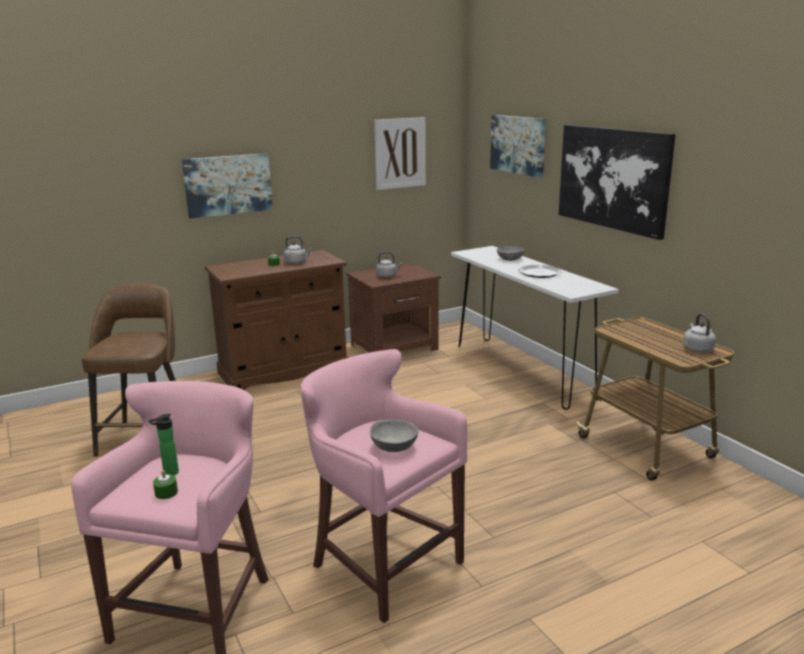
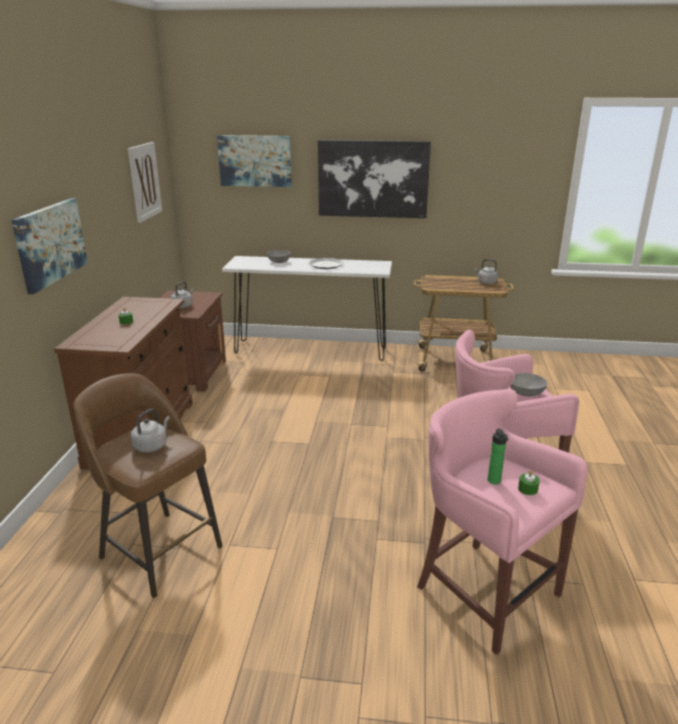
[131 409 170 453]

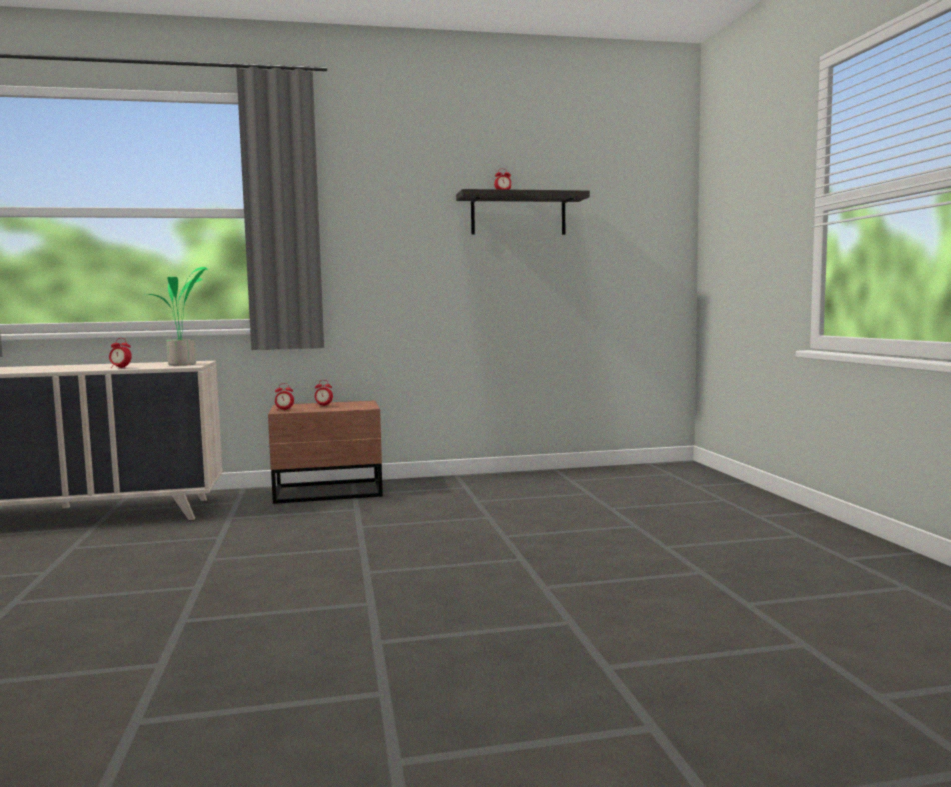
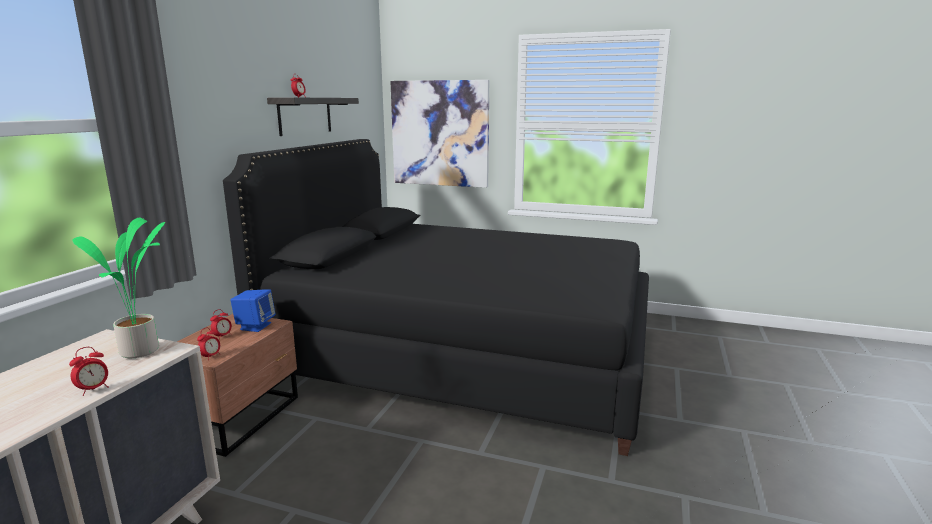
[223 139 649 456]
[230 289 276 332]
[390 80 489 188]

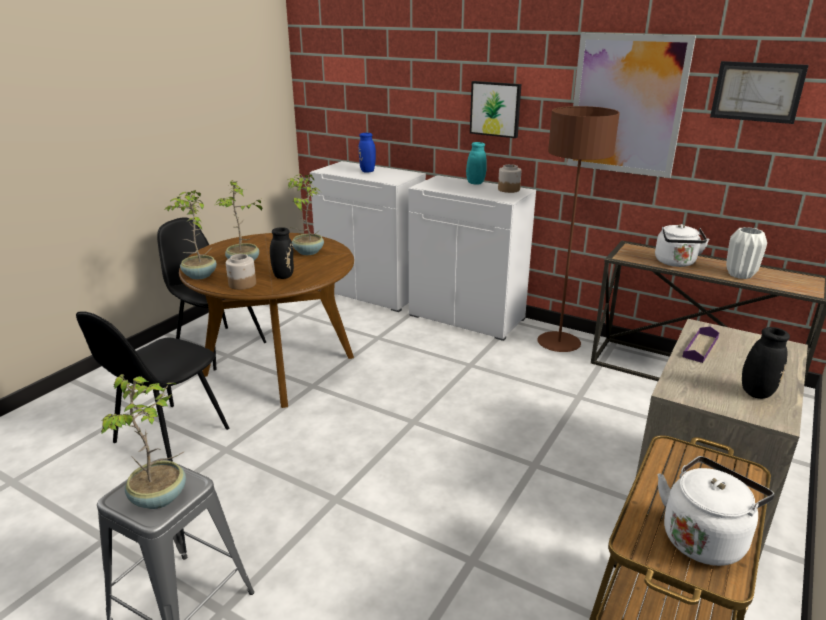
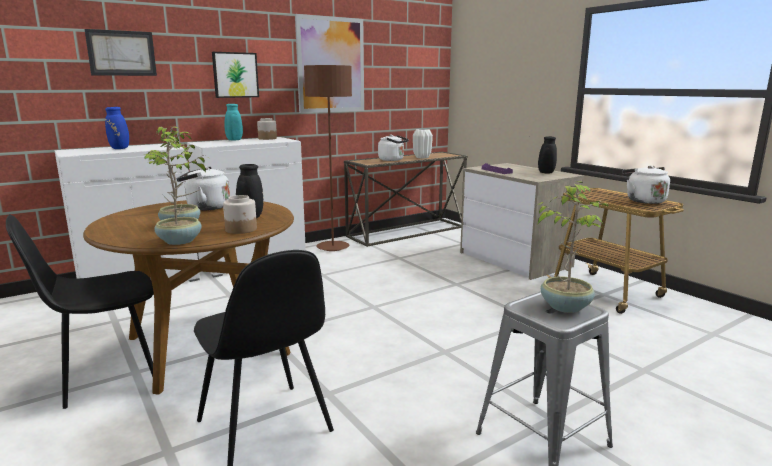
[84 29 157 76]
[176 167 230 210]

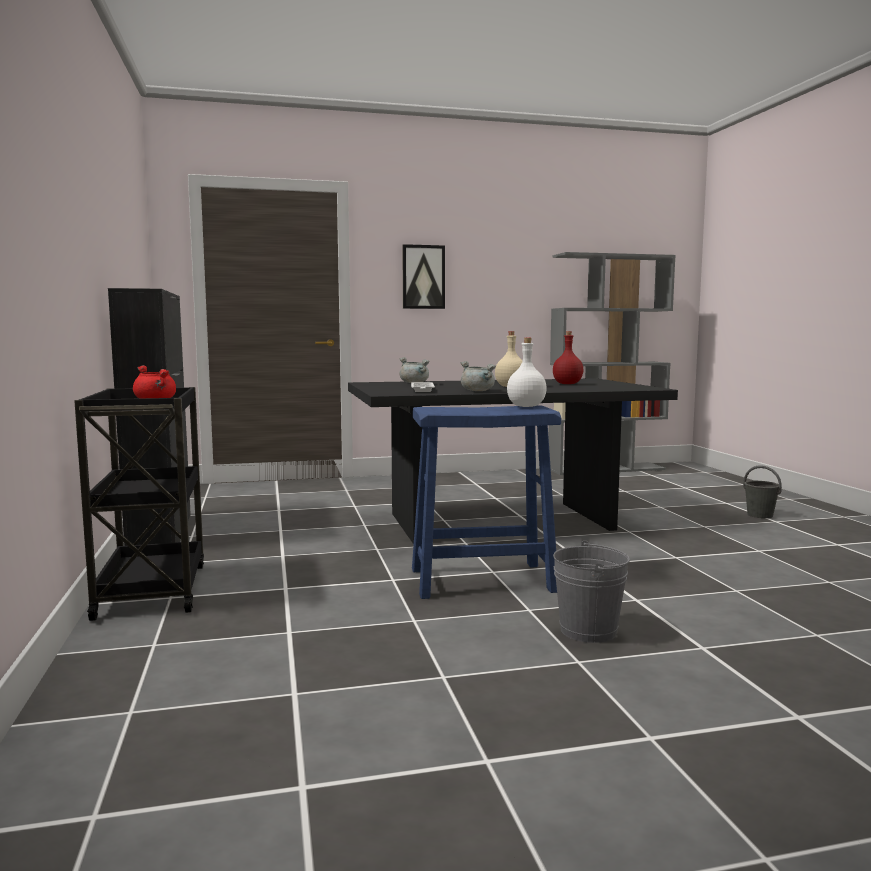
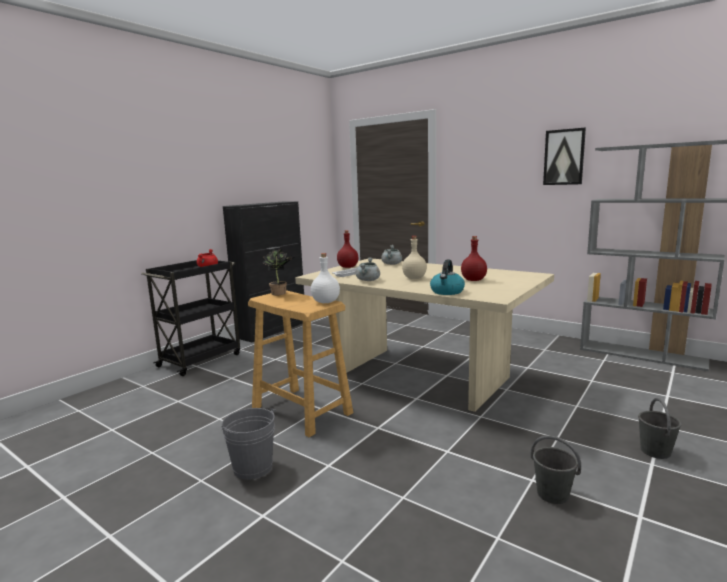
[262 249 295 295]
[337 230 358 268]
[430 260 465 295]
[530 435 581 504]
[543 128 586 185]
[295 259 554 412]
[248 291 353 437]

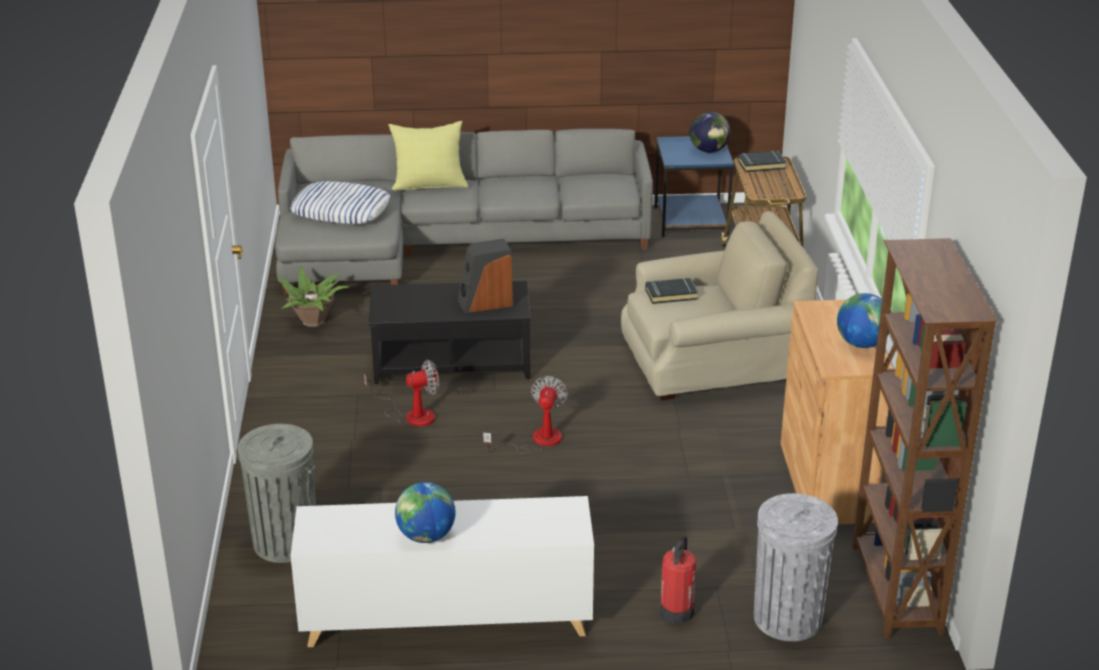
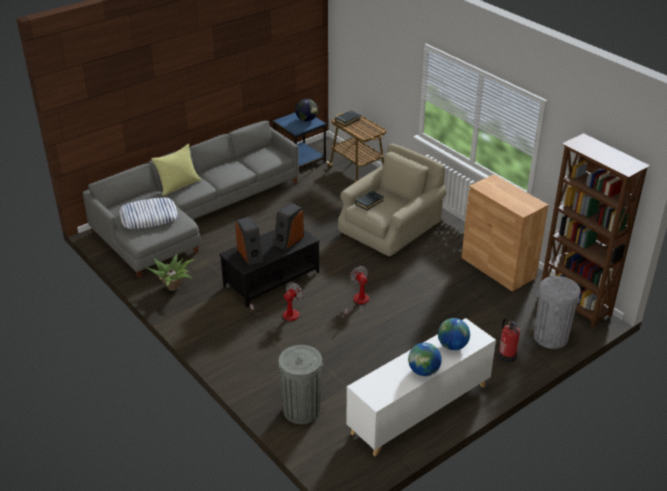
[235 216 263 265]
[438 318 470 350]

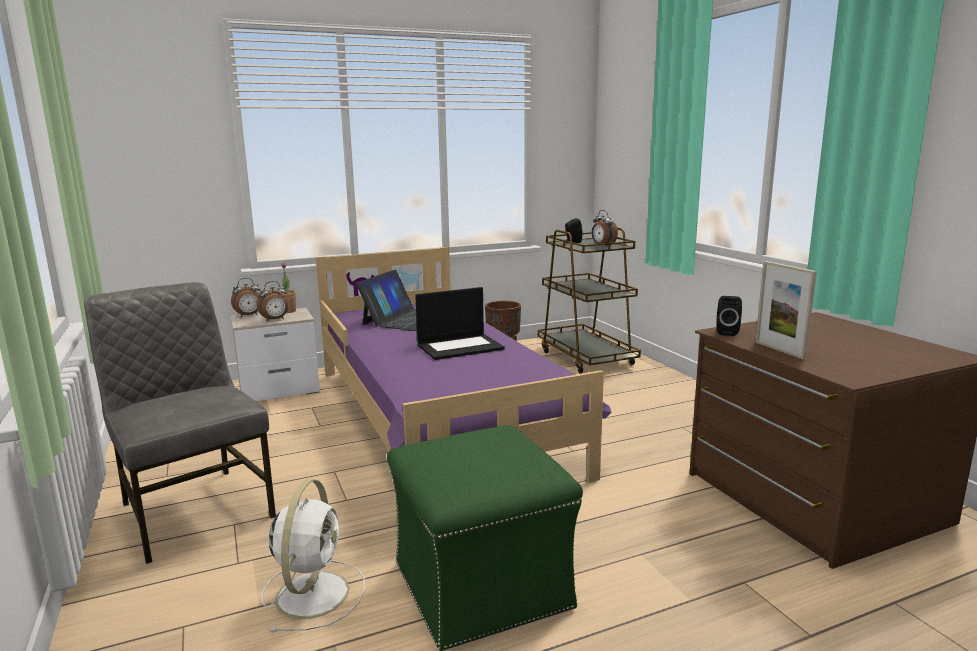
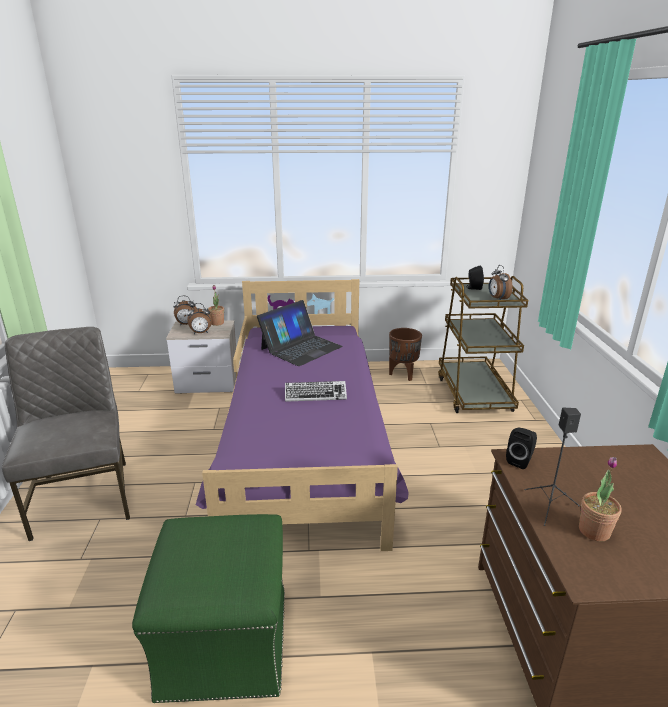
[261 479 365 633] (first image)
[579 457 622 542]
[285 381 347 402]
[524 408 581 526]

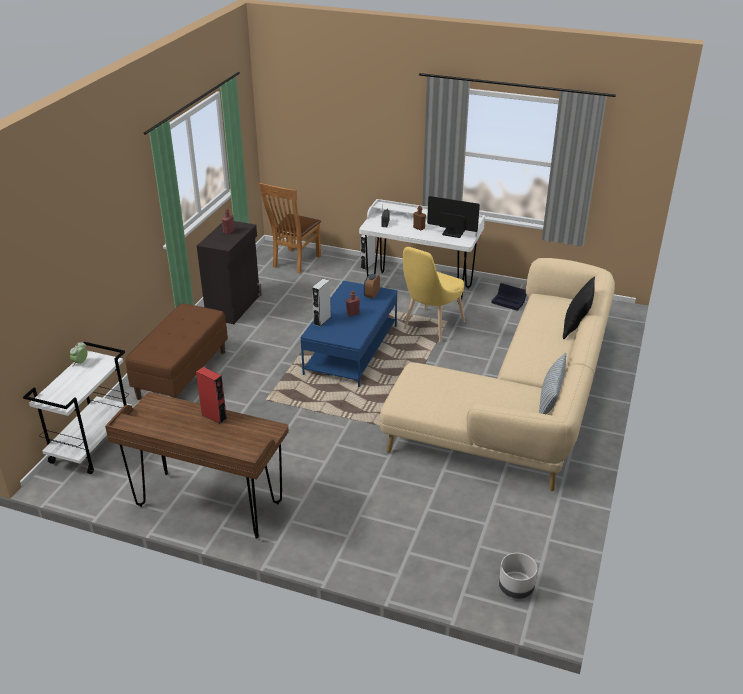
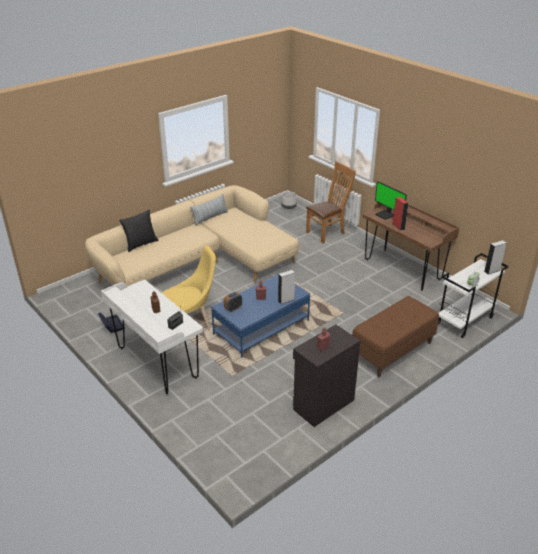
[306 161 356 243]
[484 240 507 275]
[375 181 407 220]

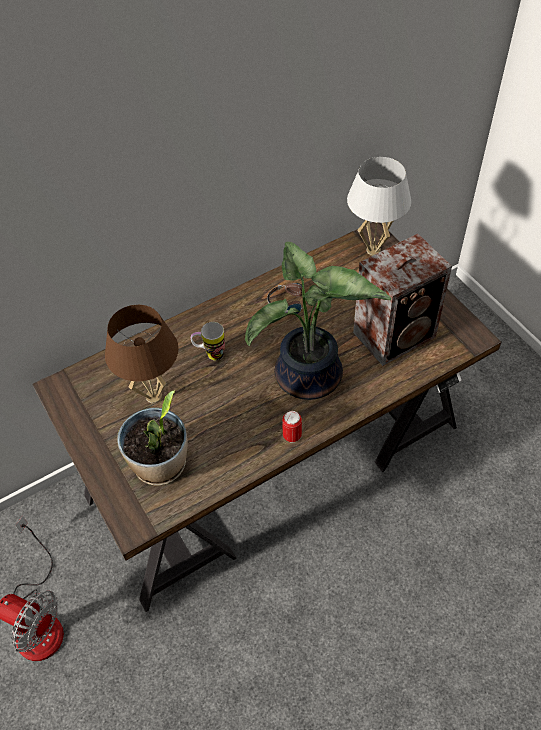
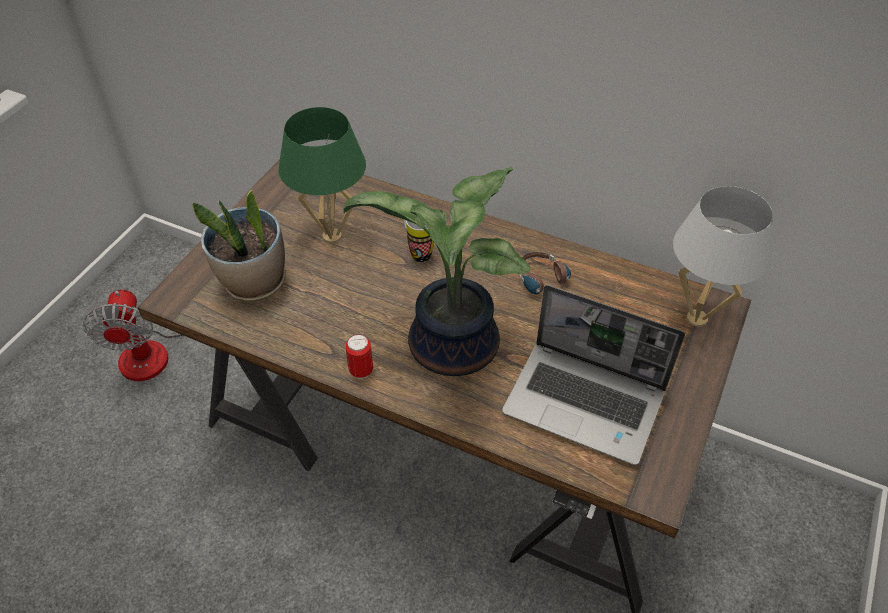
[502 285 685 465]
[279 107 366 243]

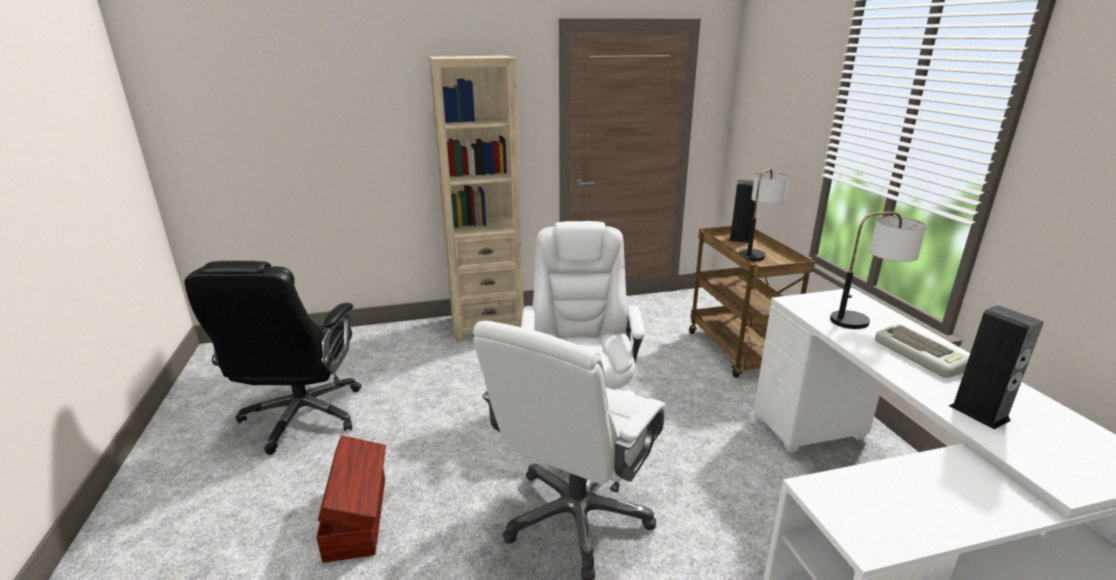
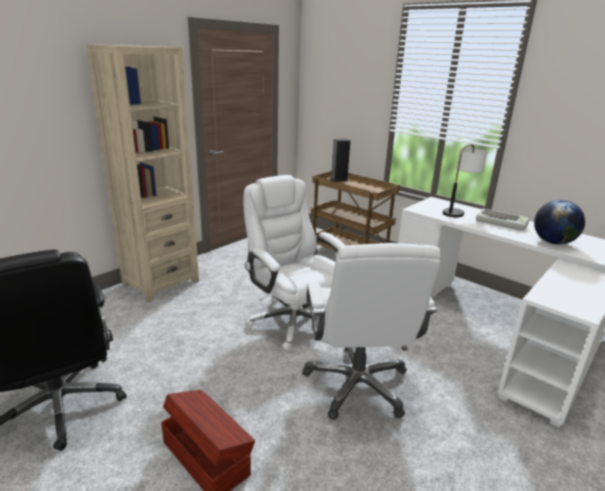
[739 169 789 262] (first image)
[534 200 585 244]

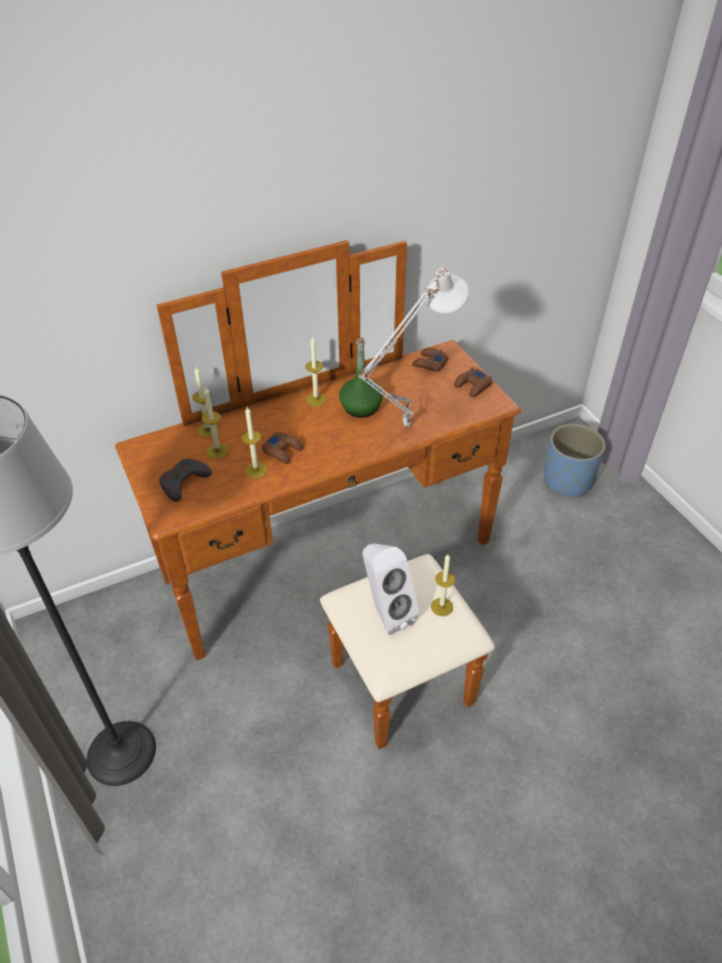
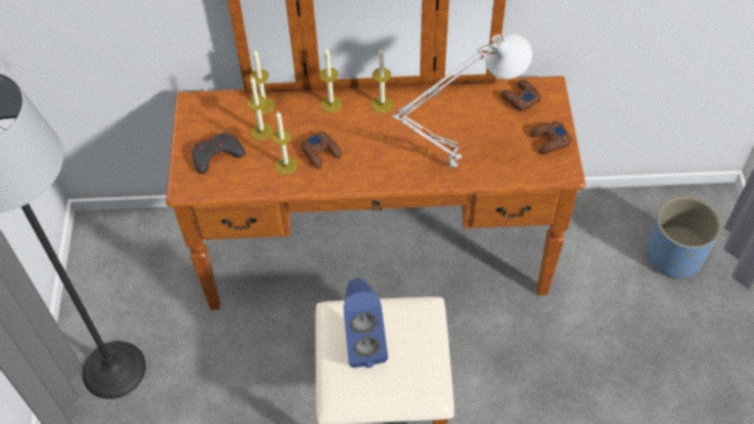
[339 337 383 418] (first image)
[319 48 342 113]
[344 278 388 368]

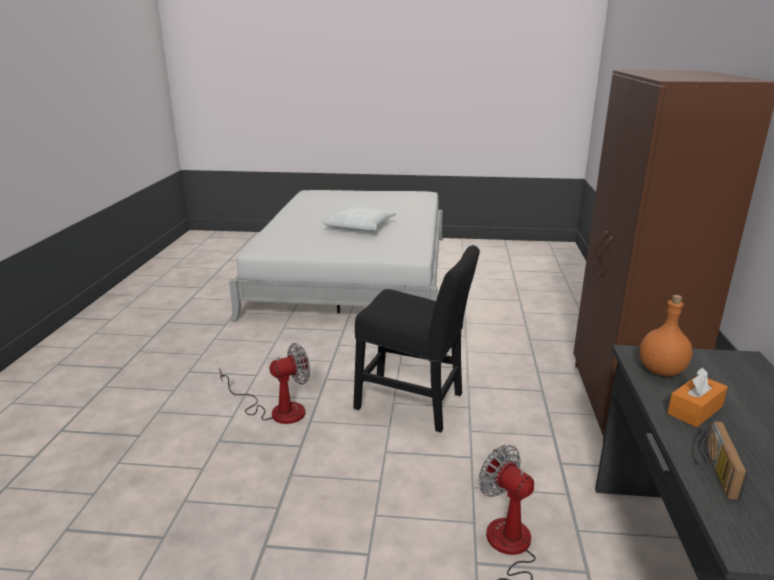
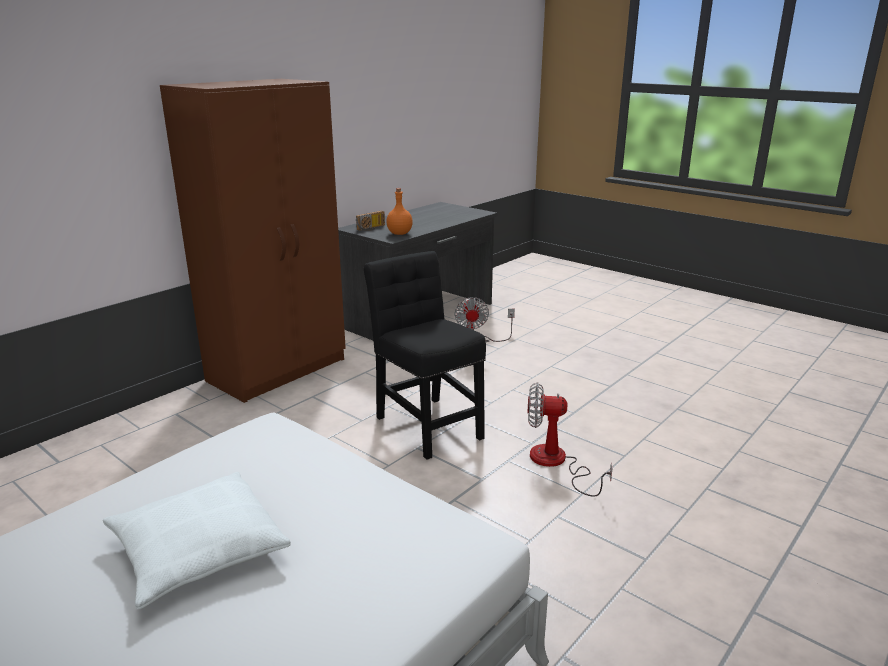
[667 367 728 427] (first image)
[356 210 385 231]

